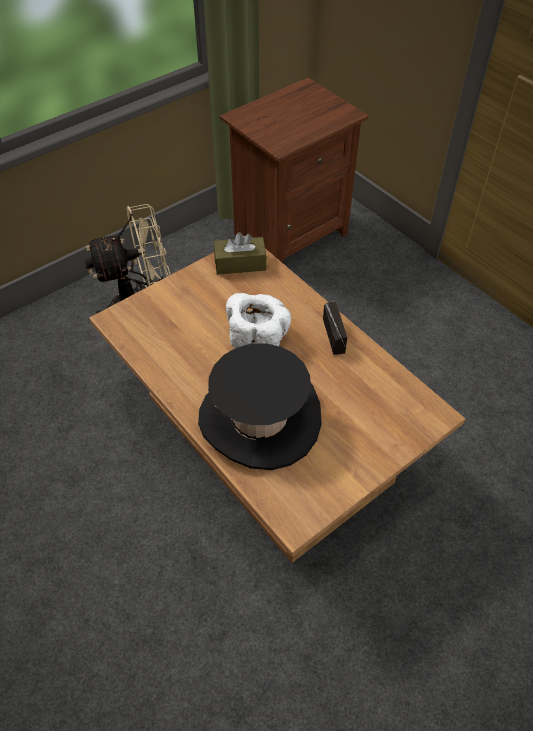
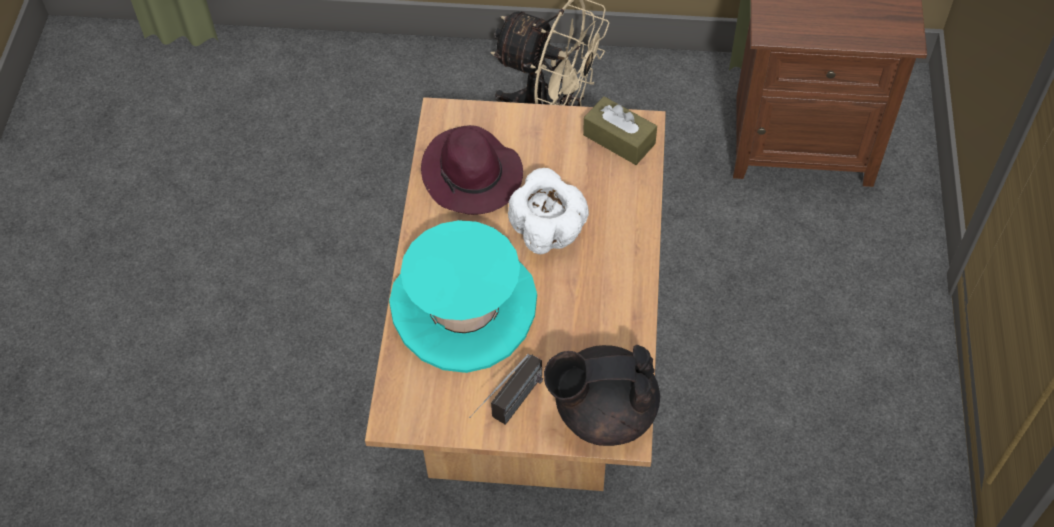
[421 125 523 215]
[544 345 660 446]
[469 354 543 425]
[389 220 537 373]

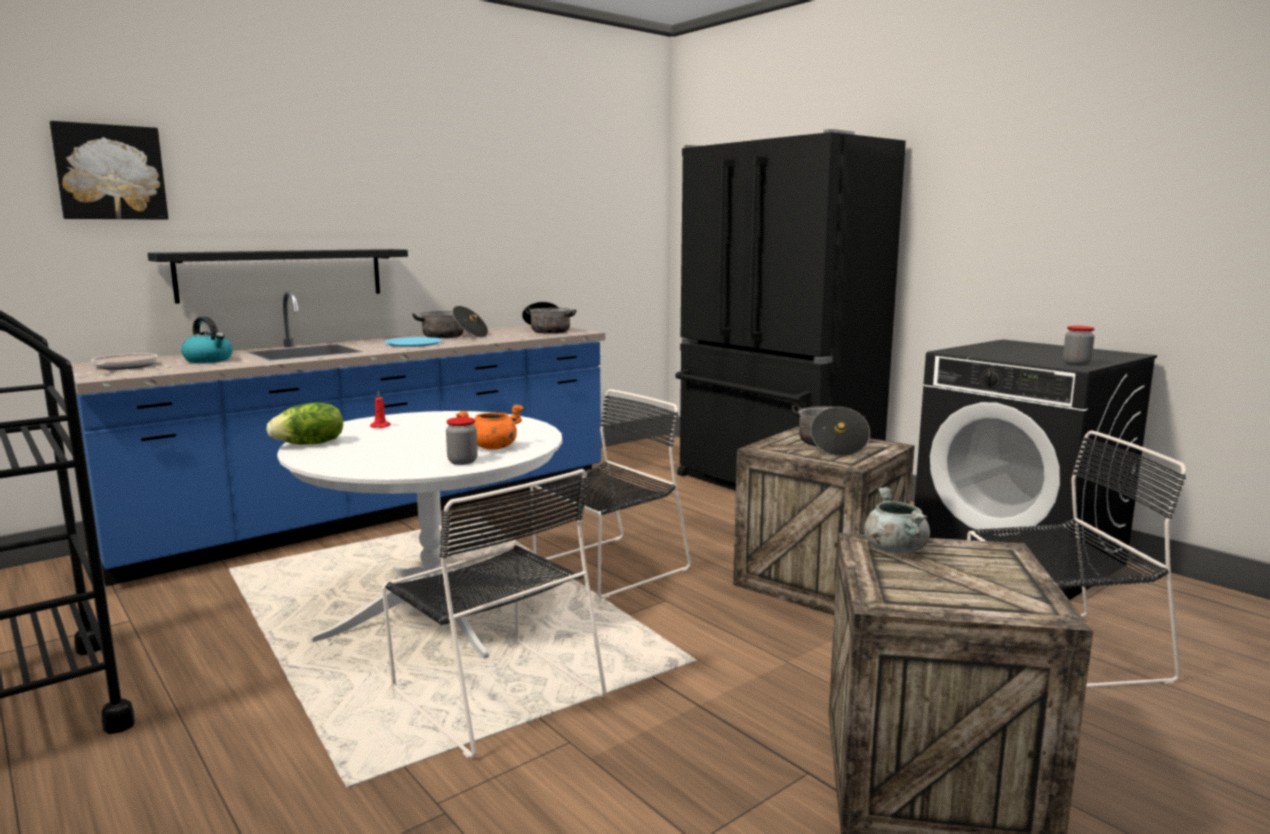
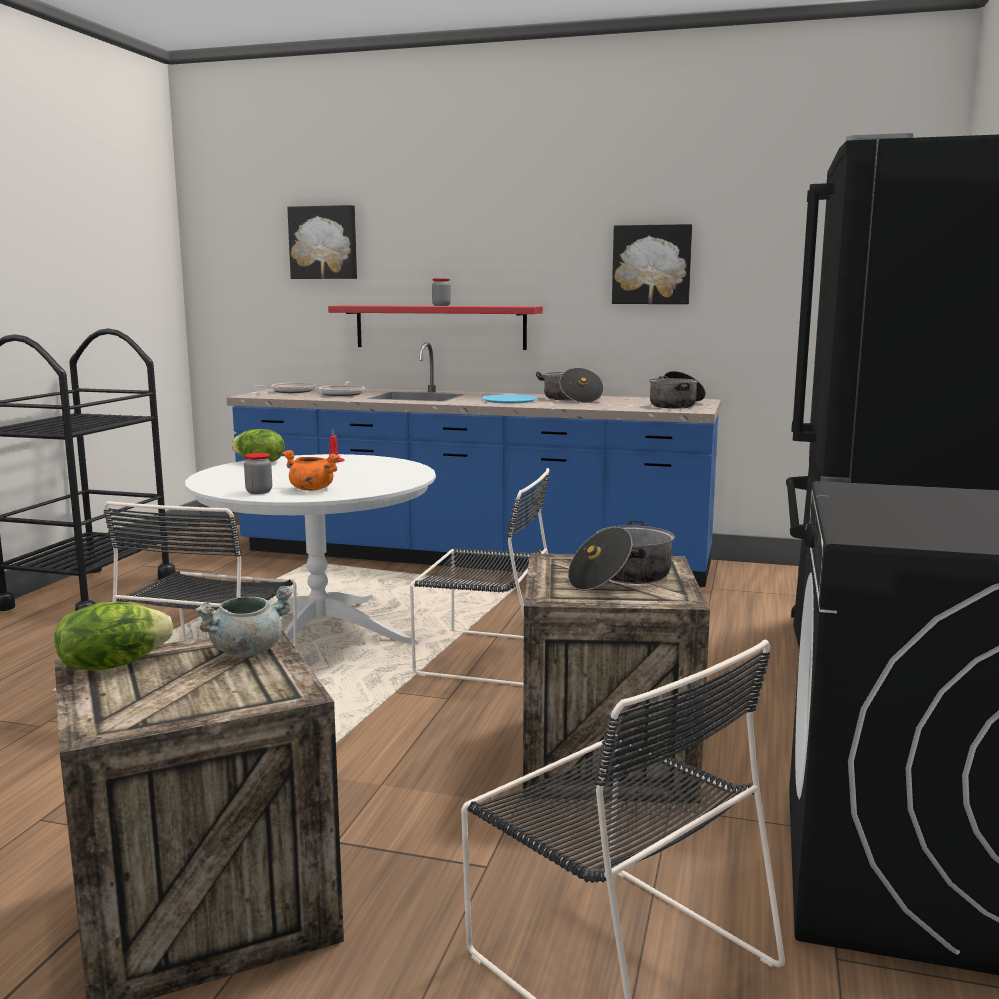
[54 602 173 671]
[612 224 692 304]
[432 278 451 306]
[319 381 365 396]
[328 305 543 350]

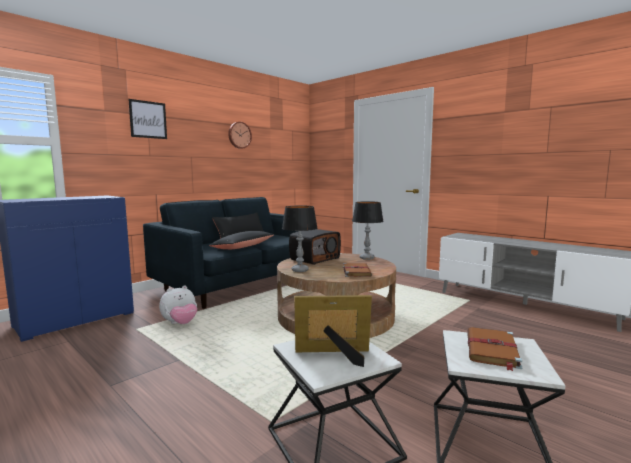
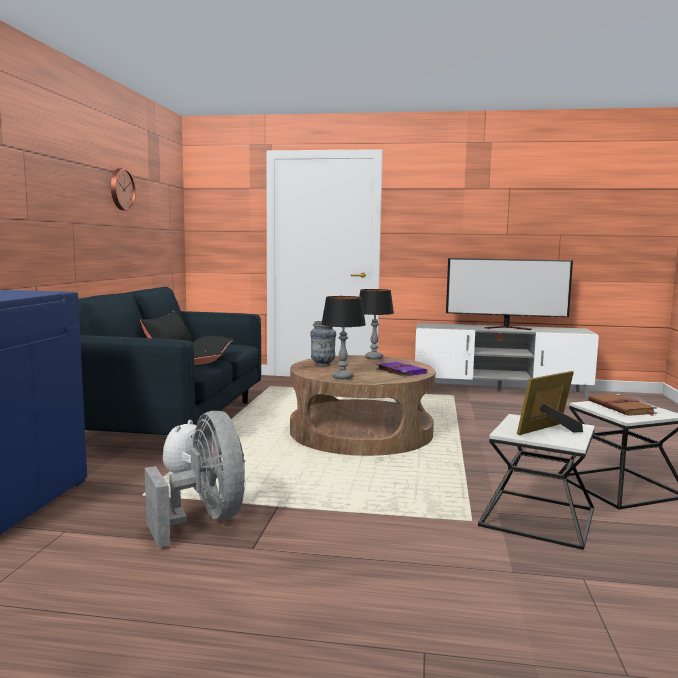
[128 99 167 139] (first image)
[145 411 245 548]
[446 258 573 330]
[310 321 336 366]
[376 362 427 377]

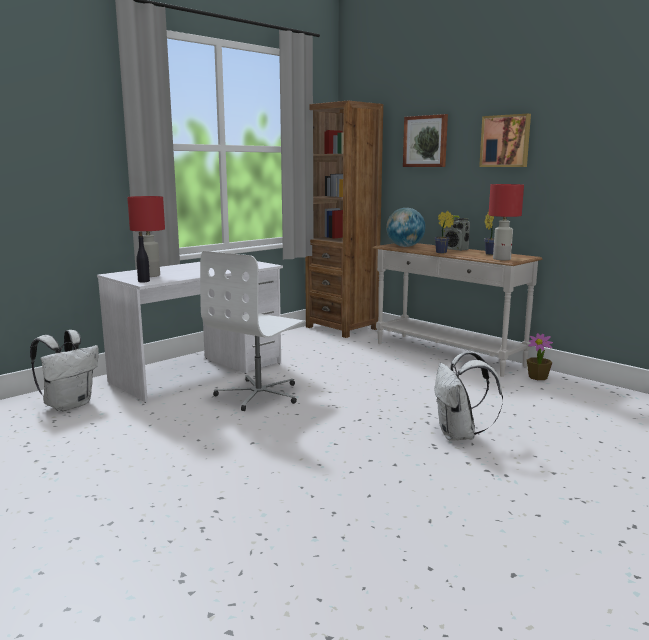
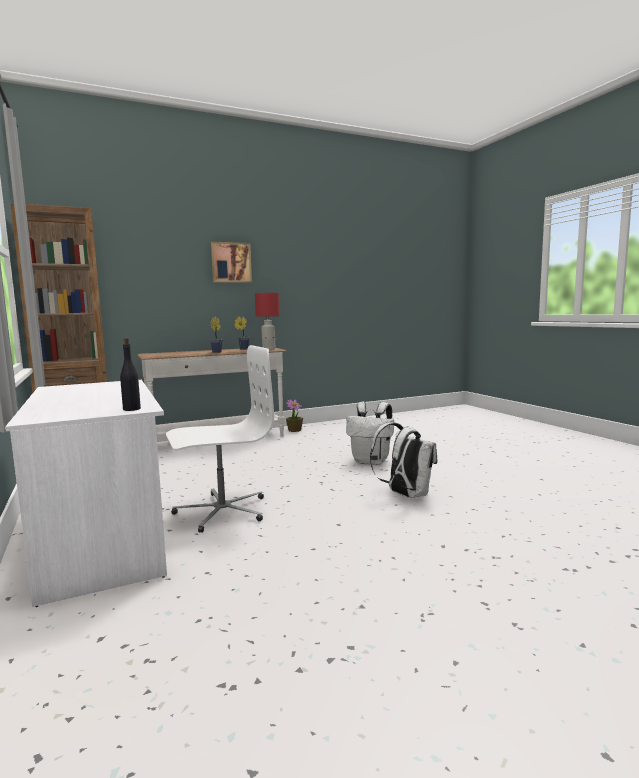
[127 196 165 277] (first image)
[386 208 426 247] (first image)
[403 114 448 167] (first image)
[443 215 470 251] (first image)
[370 422 438 498]
[166 345 274 533]

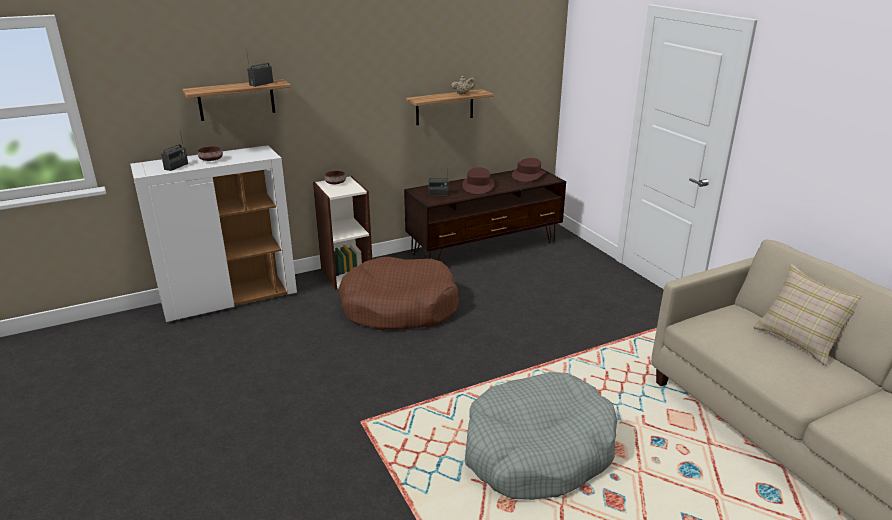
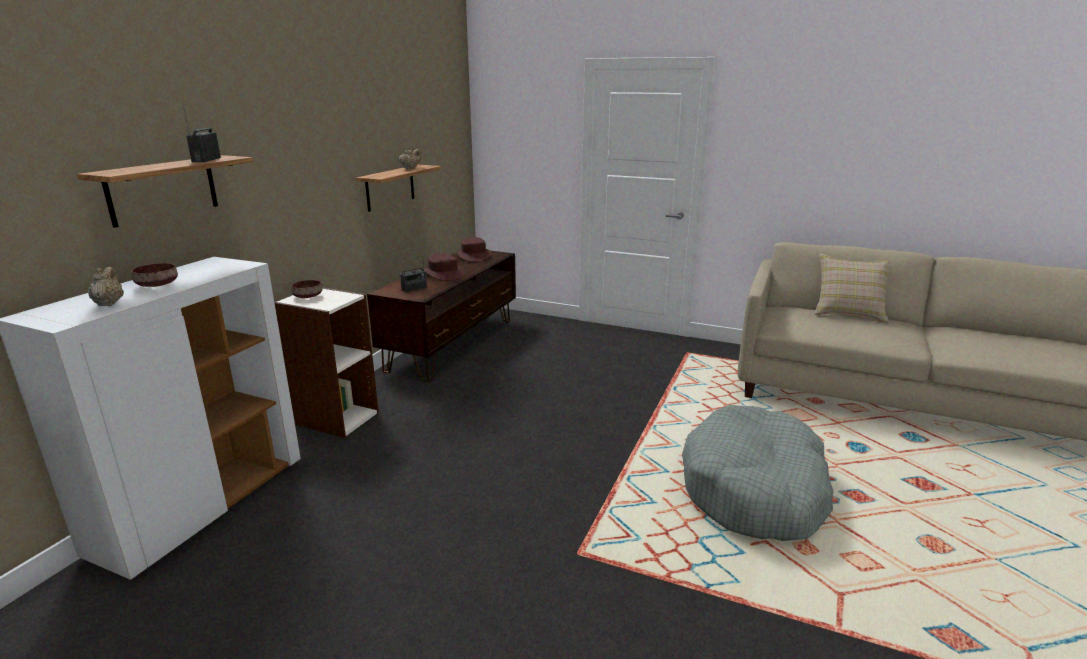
[339 257 459 330] (first image)
[88 267 124 306]

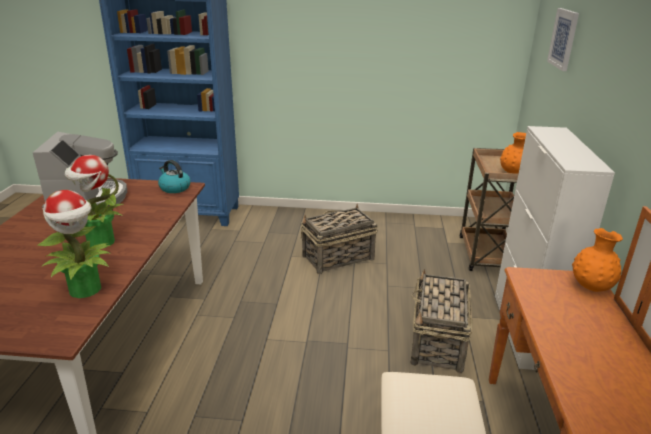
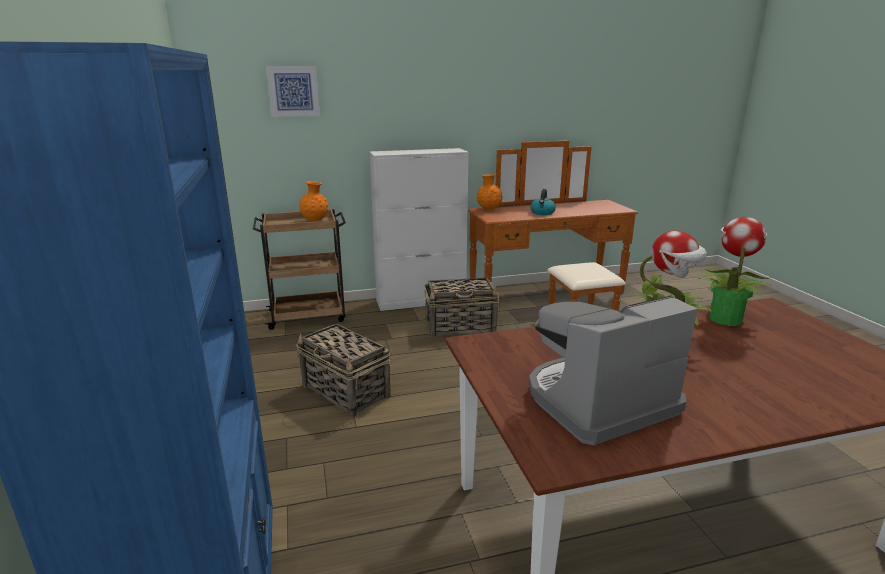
[530 189 556 215]

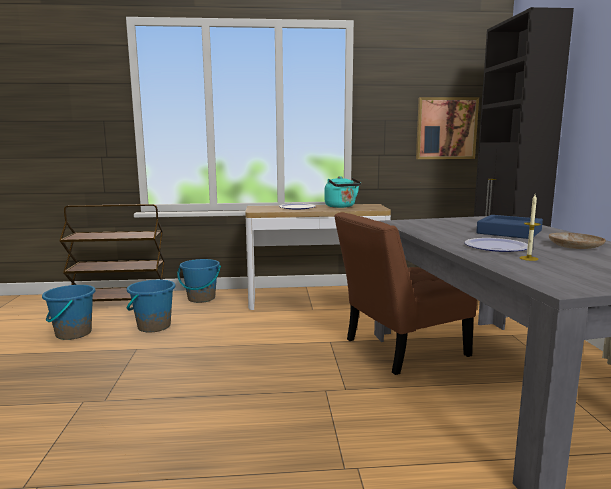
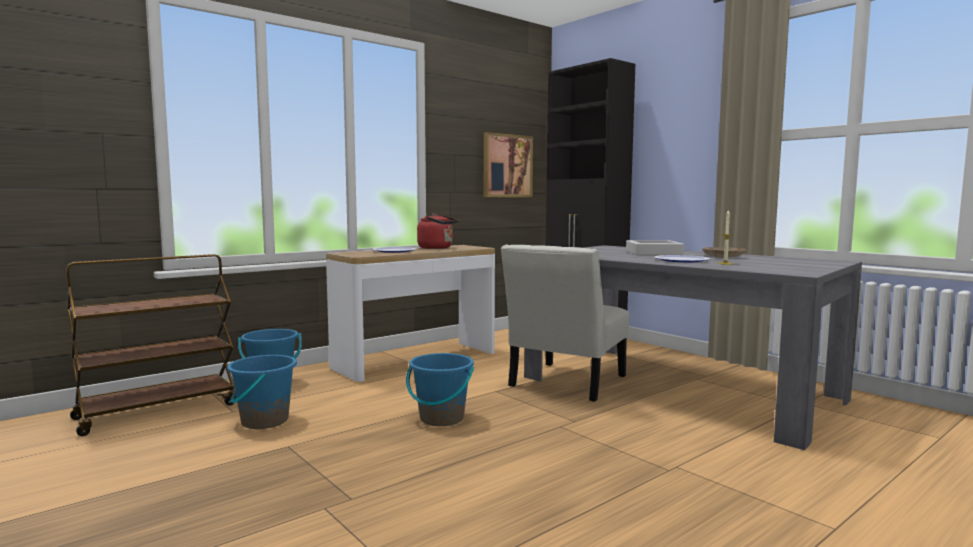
[406 353 474 426]
[417 214 459 249]
[501 245 629 402]
[626 240 684 255]

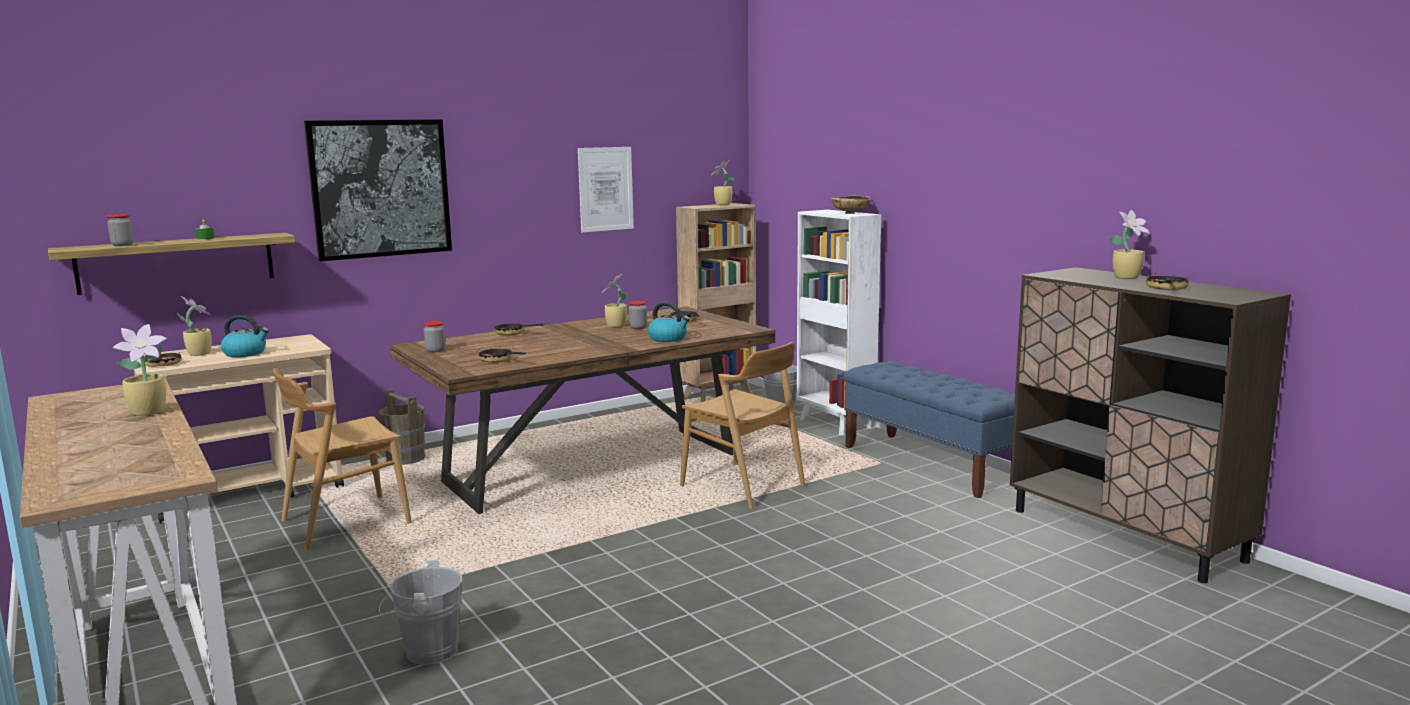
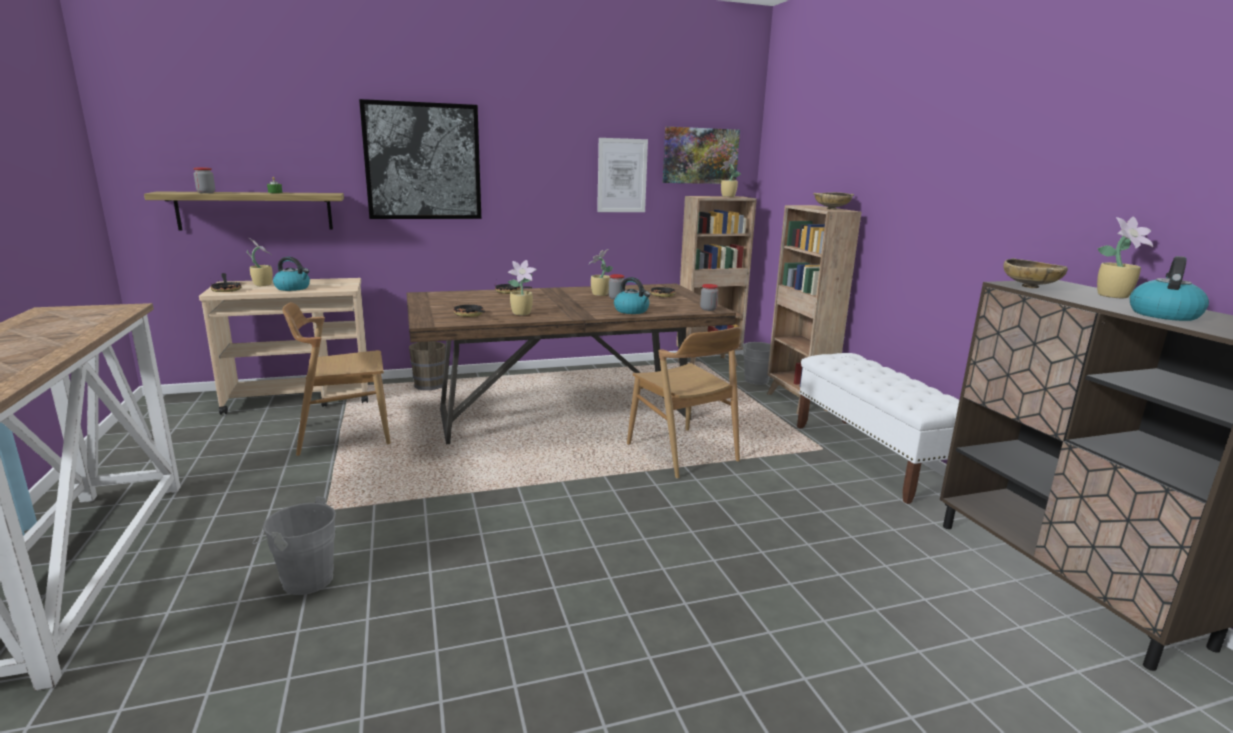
[663 127 740 184]
[1003 258 1068 288]
[508 260 536 315]
[700 284 718 311]
[1130 256 1209 321]
[767 205 861 414]
[797 353 959 504]

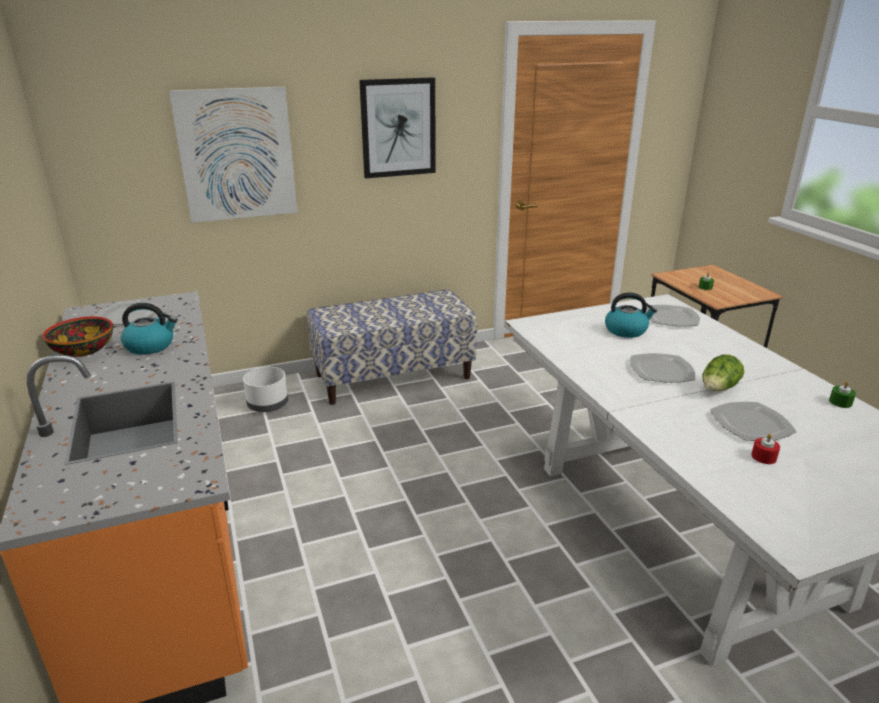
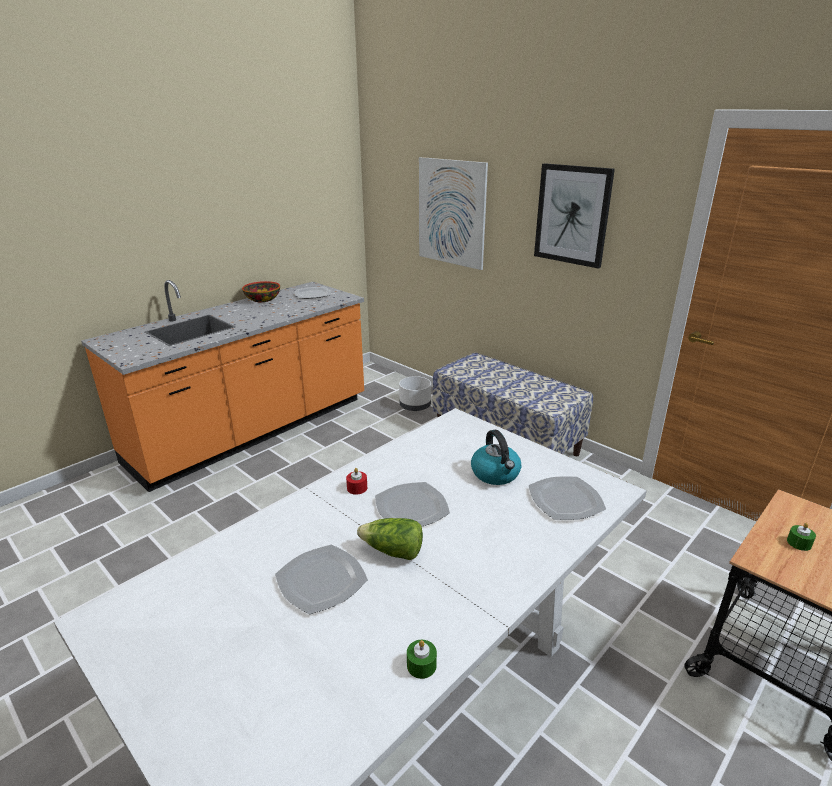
[121 303 178 355] (first image)
[346 468 367 495]

